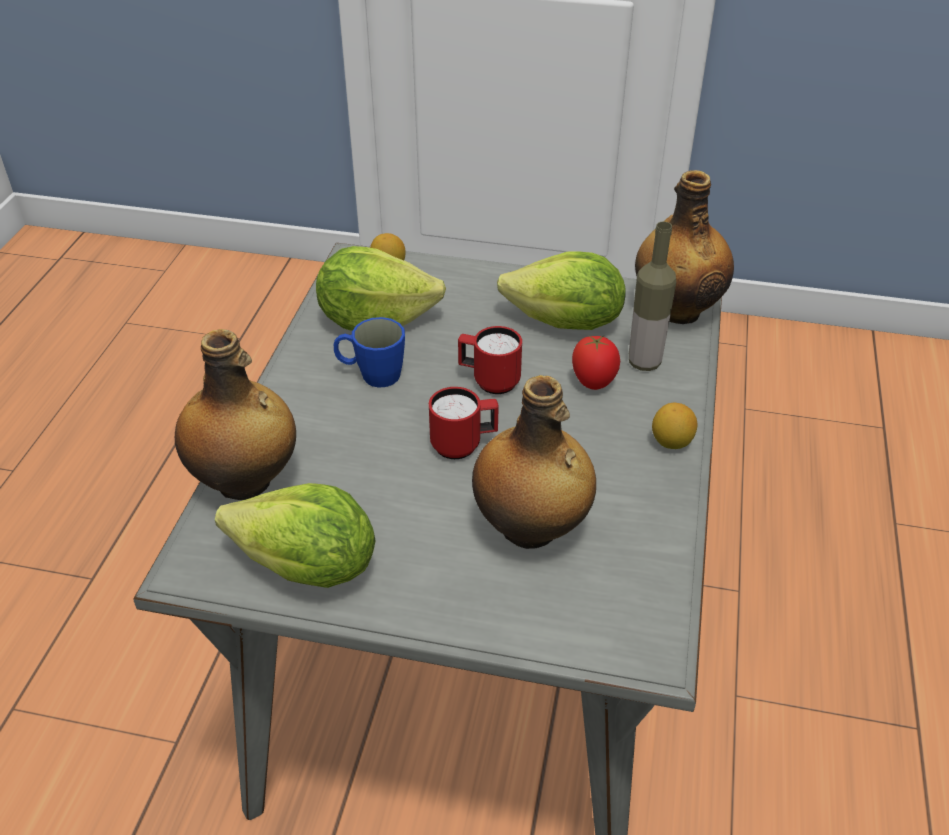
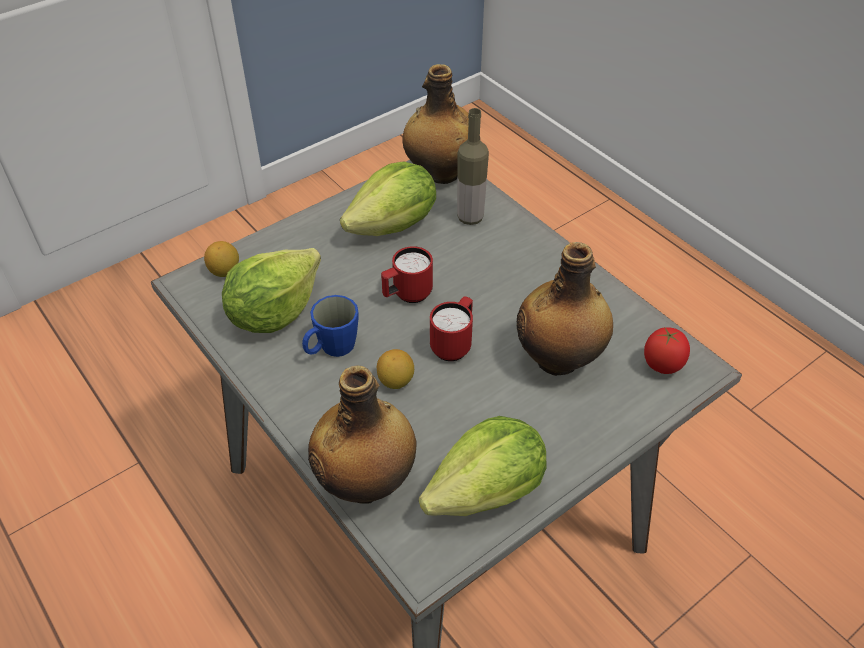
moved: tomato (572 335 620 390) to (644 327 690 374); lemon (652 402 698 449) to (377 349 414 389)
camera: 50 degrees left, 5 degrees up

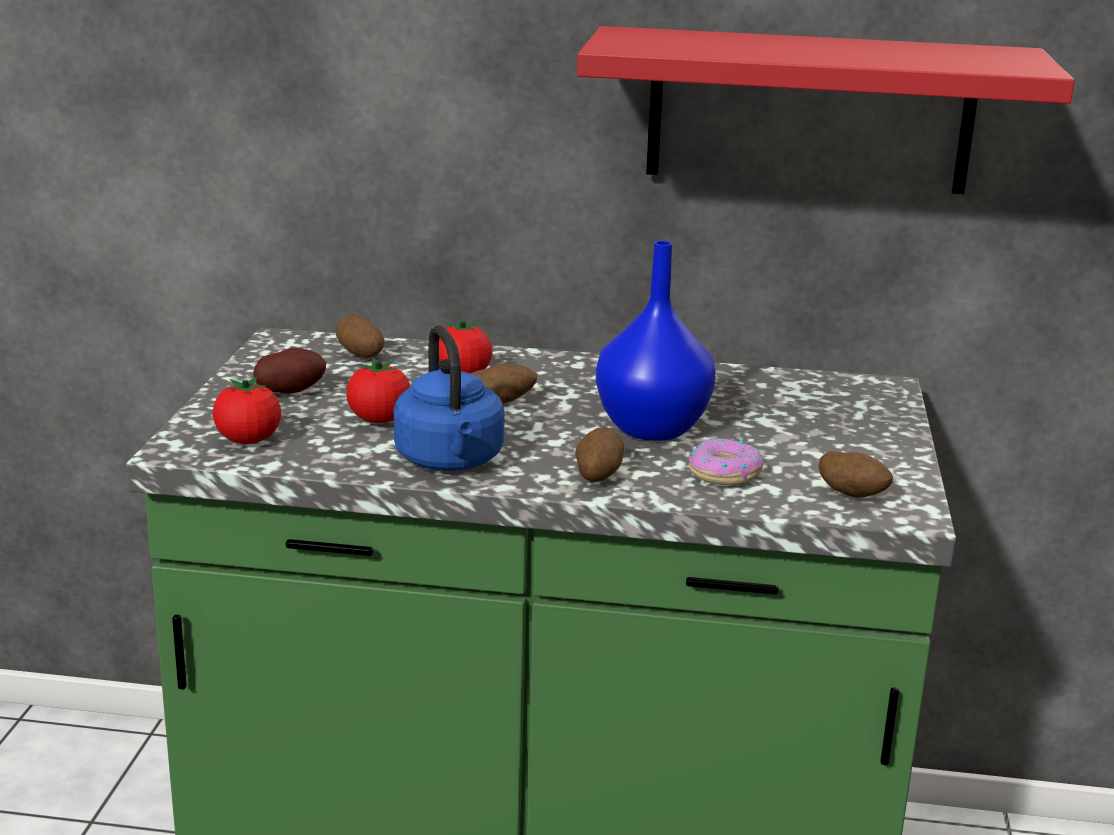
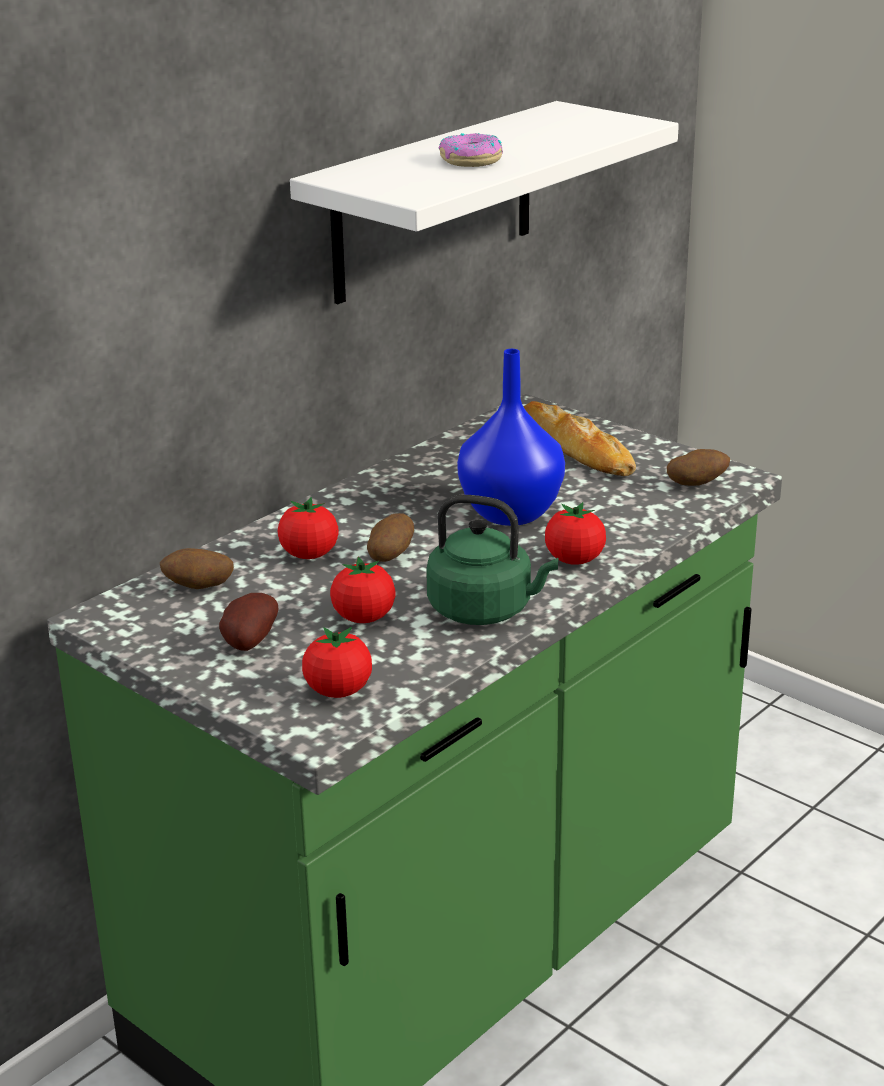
added: bread (524 401 636 476)
moved: donut (689 438 764 486) to (439 133 503 167)
replaced: potato (575 427 624 482) to tomato (545 502 606 565)
recoloured: shelf/red (577 26 1075 194) to shelf/white (290 101 679 304); kettle/blue (394 325 505 471) to kettle/green (426 495 558 625)
camera: 55 degrees left, 5 degrees up

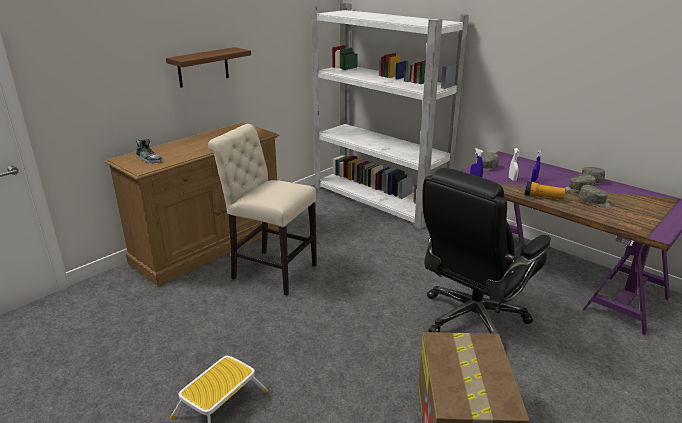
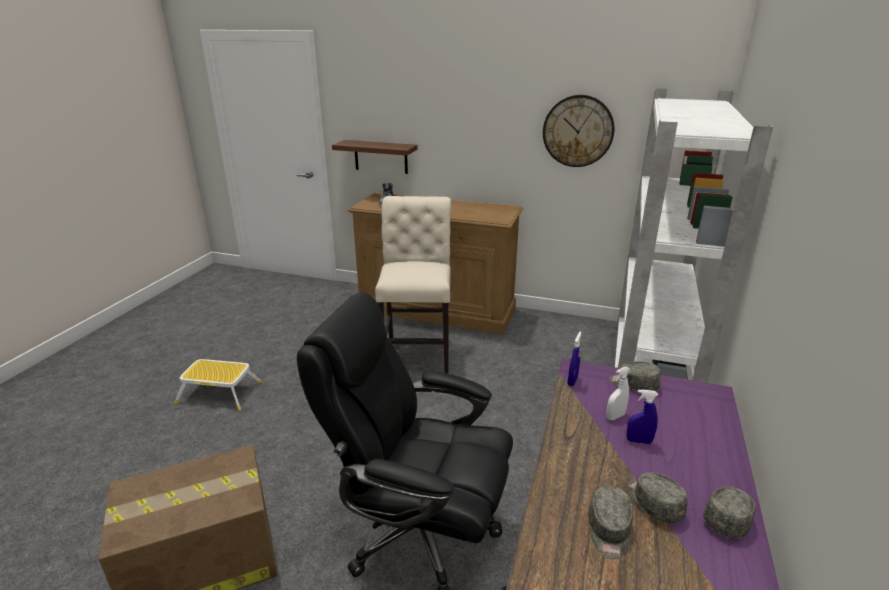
removed: flashlight (525 181 565 199)
added: wall clock (543 95 614 167)
moved: shelf/brown (166 47 251 88) to (332 140 417 174)
camera: 65 degrees right, 0 degrees up

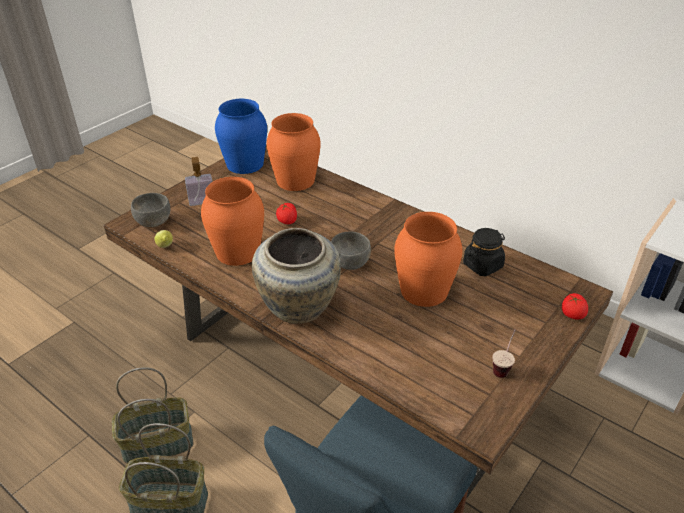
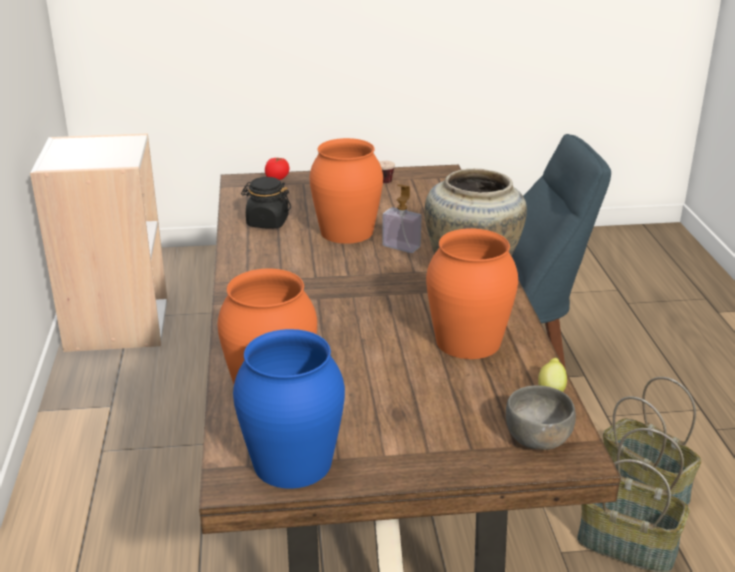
removed: tomato (276 203 297 224); bowl/grey (331 232 371 270)
moved: soap dispenser (185 157 212 206) to (382 184 422 253)
camera: 135 degrees left, 10 degrees down

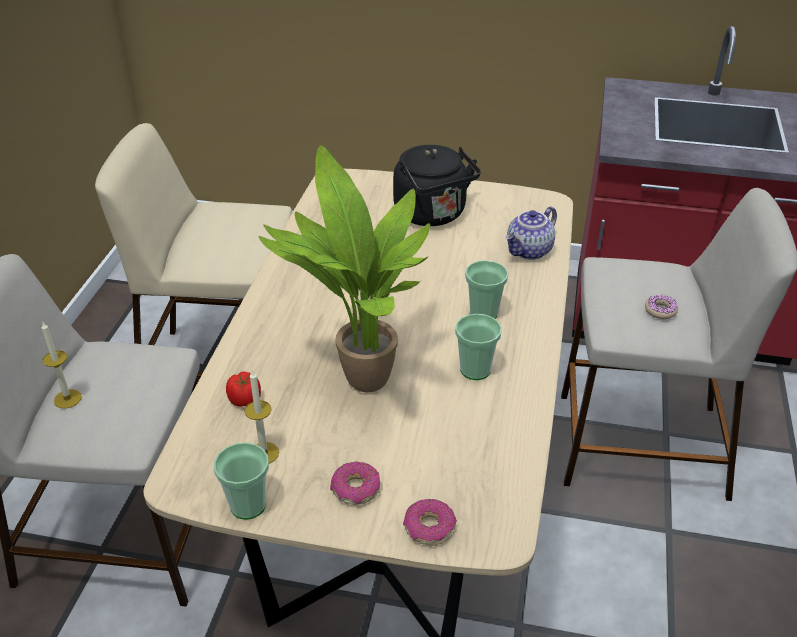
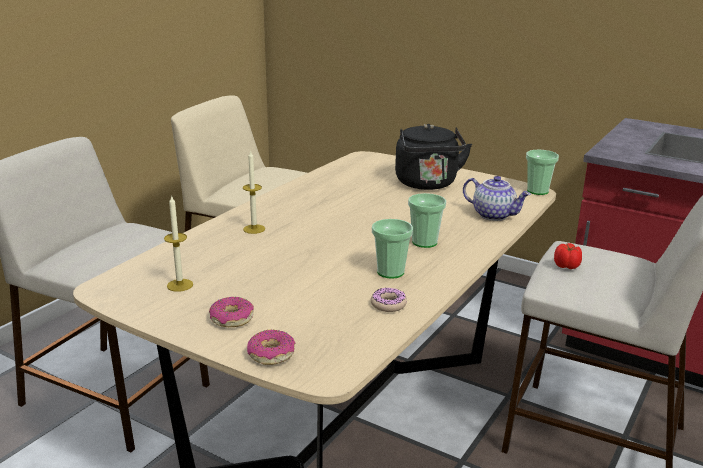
removed: potted plant (259 145 430 393)
moved: donut (645 295 678 319) to (371 288 407 312); candle (41 322 82 408) to (243 150 265 234); tomato (226 371 261 407) to (554 243 582 269); cup (214 442 269 520) to (526 150 559 195)
turned: teapot (506 206 557 260) = (463 176 531 221) 120 degrees counterclockwise
camera: 20 degrees right, 15 degrees down

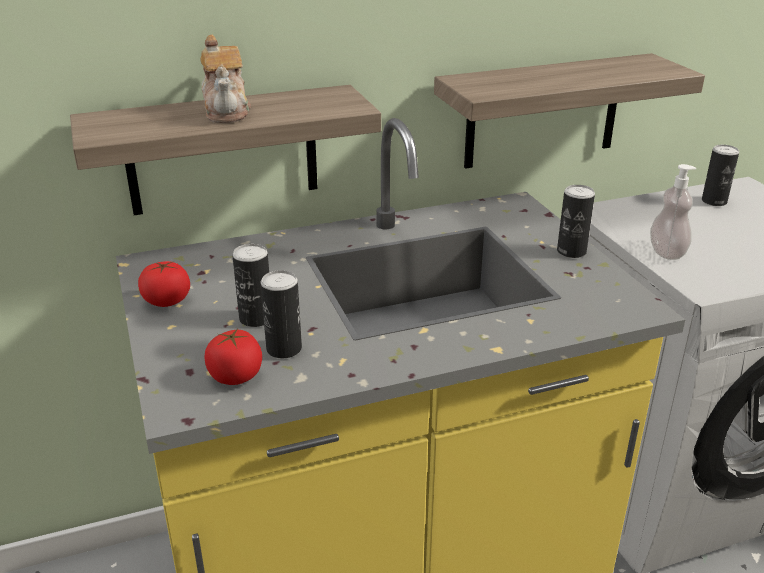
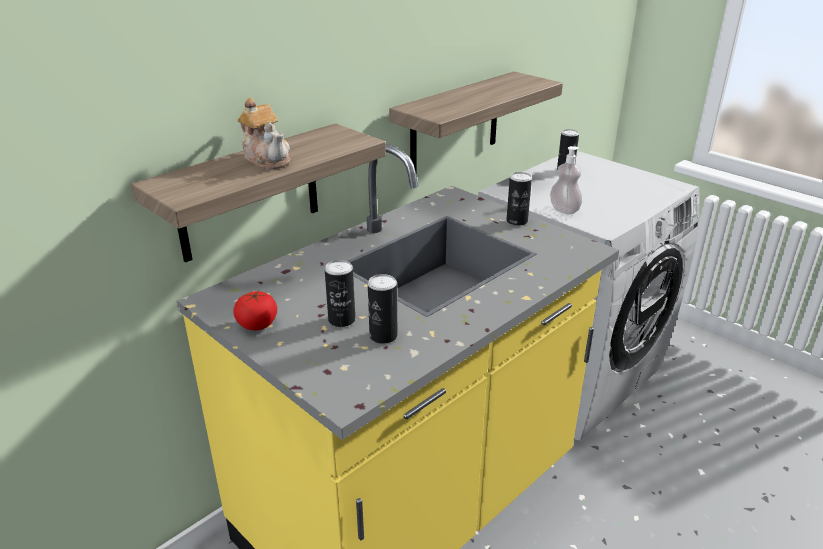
removed: tomato (204 329 262 385)
camera: 25 degrees left, 0 degrees up

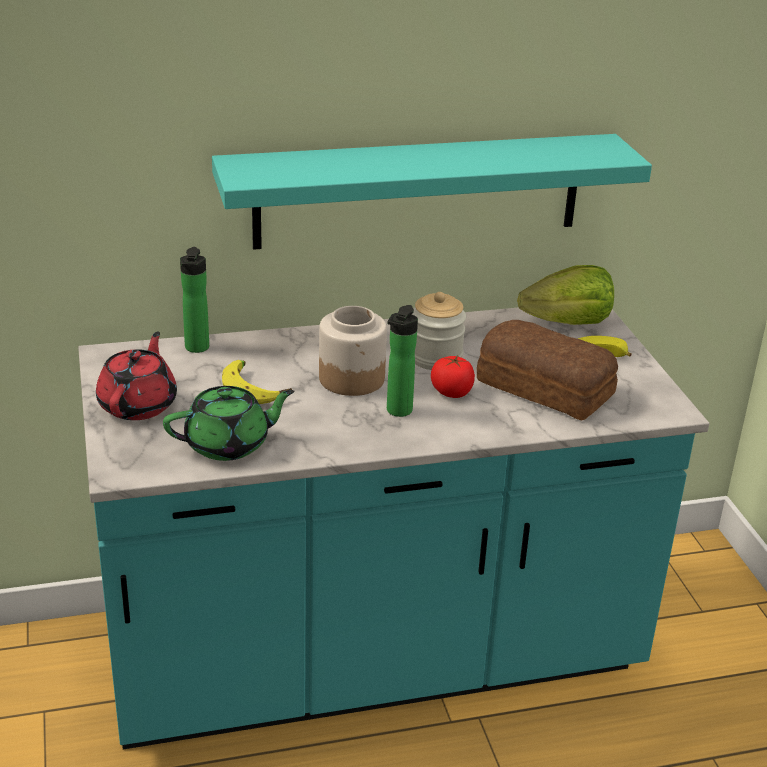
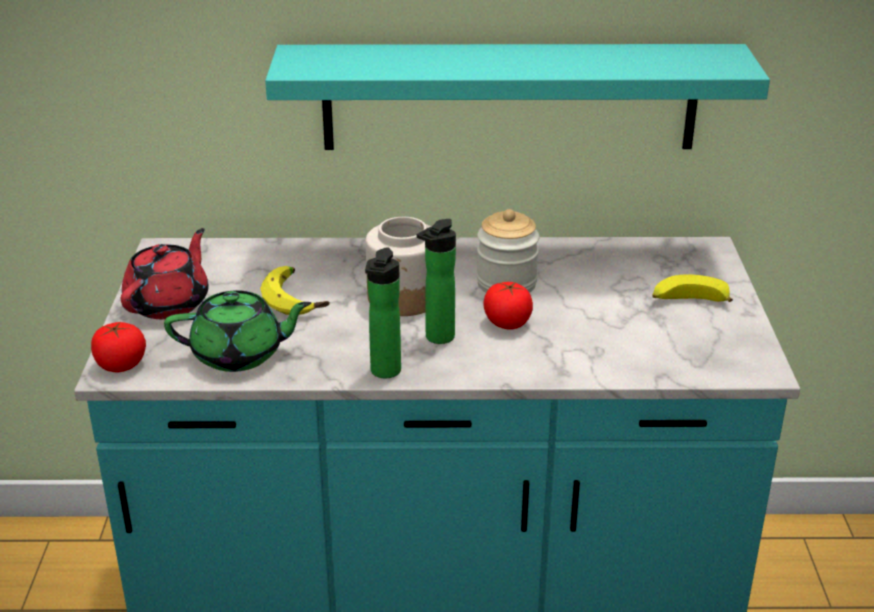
removed: lettuce (517 265 614 325); bread (477 320 618 420)
added: tomato (91 322 146 373)
moved: bottle (180 247 209 353) to (365 247 401 378)
camera: 15 degrees right, 0 degrees up

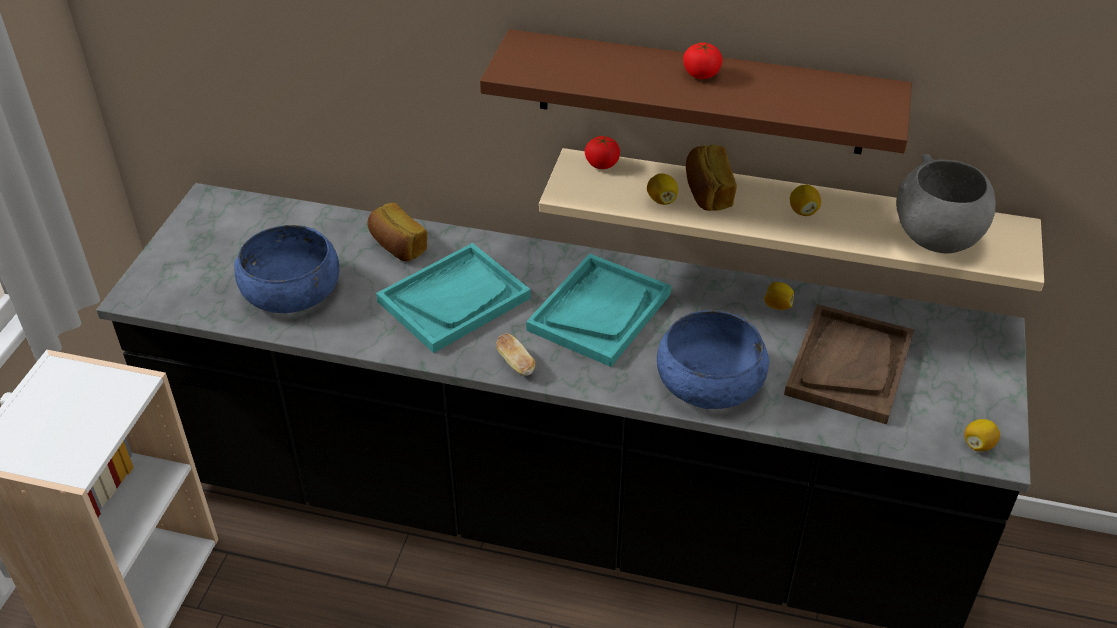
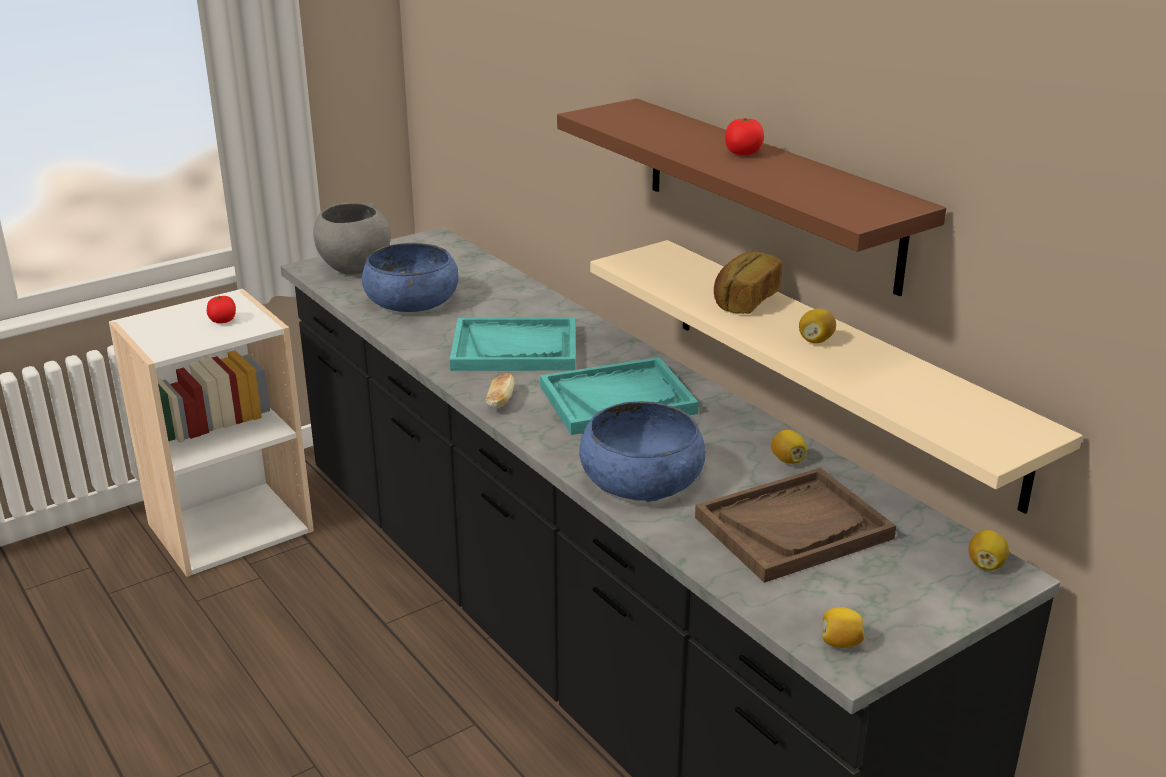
removed: bread (367 203 427 261)
moved: tomato (585 136 620 169) to (207 296 236 323); bowl/grey (896 154 996 253) to (313 203 391 275); lemon (647 173 678 205) to (968 530 1009 571)
camera: 40 degrees right, 15 degrees down

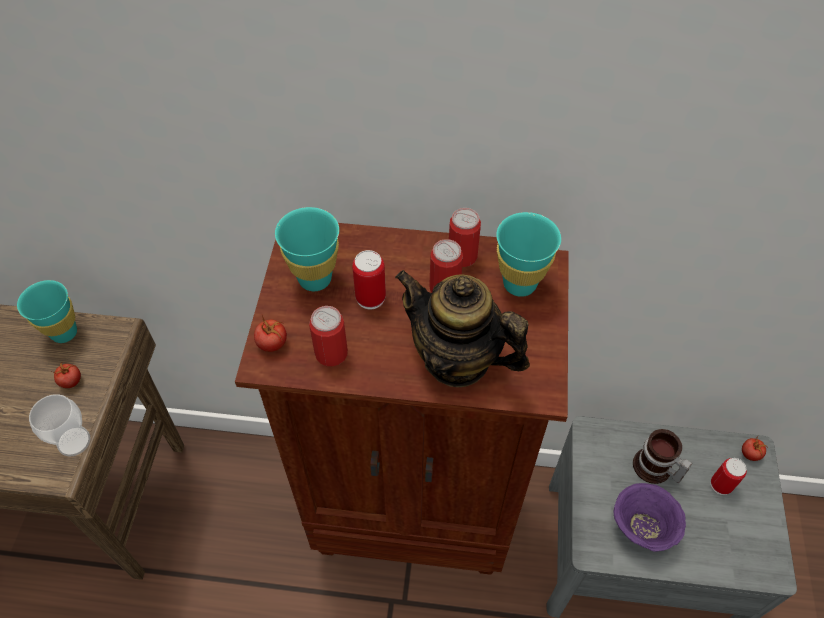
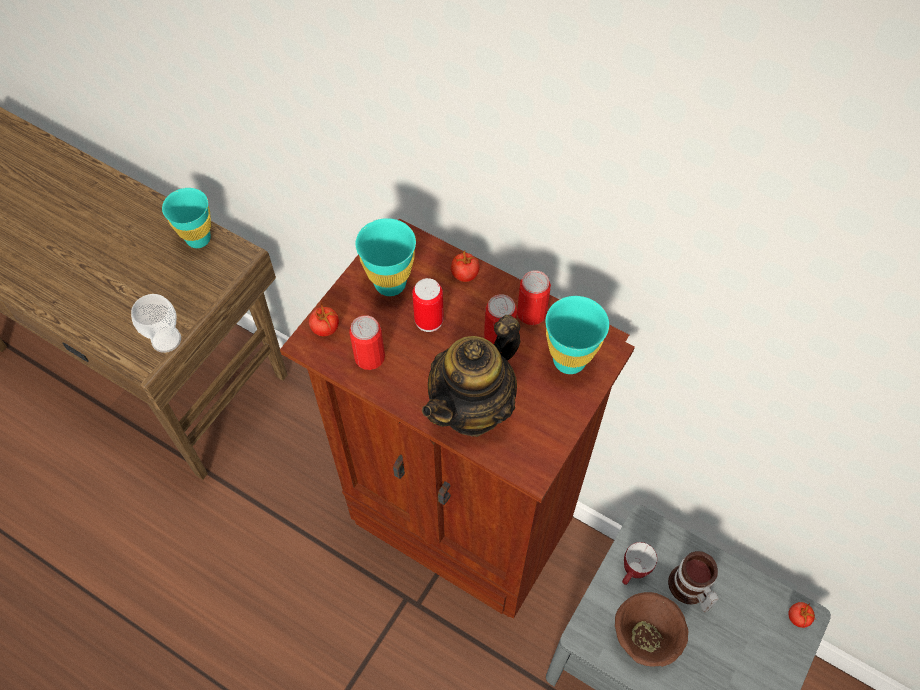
removed: can (711 458 747 495)
added: mug (622 542 657 585)
moved: tomato (52 362 81 388) to (451 250 480 282)
recoloured: bowl/purple (613 483 686 552) to bowl/brown (615 592 688 667)
turned: teapot (395 270 530 387) = (422 315 521 437) 105 degrees counterclockwise
camera: 25 degrees right, 5 degrees up

